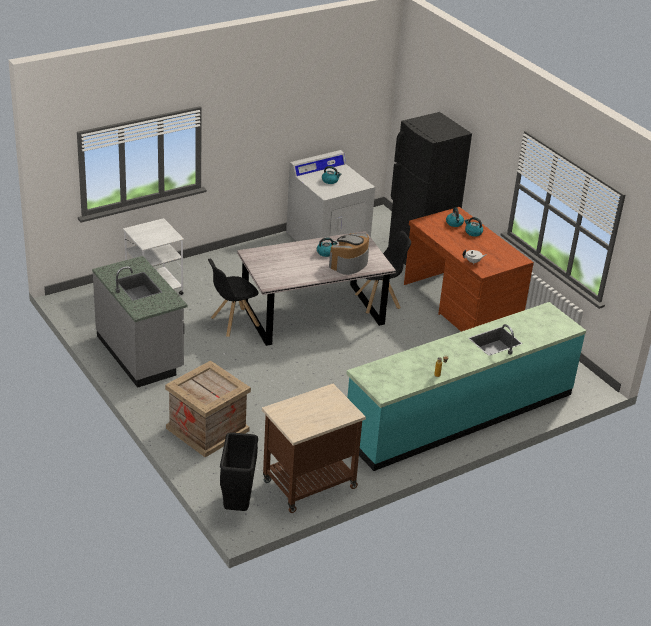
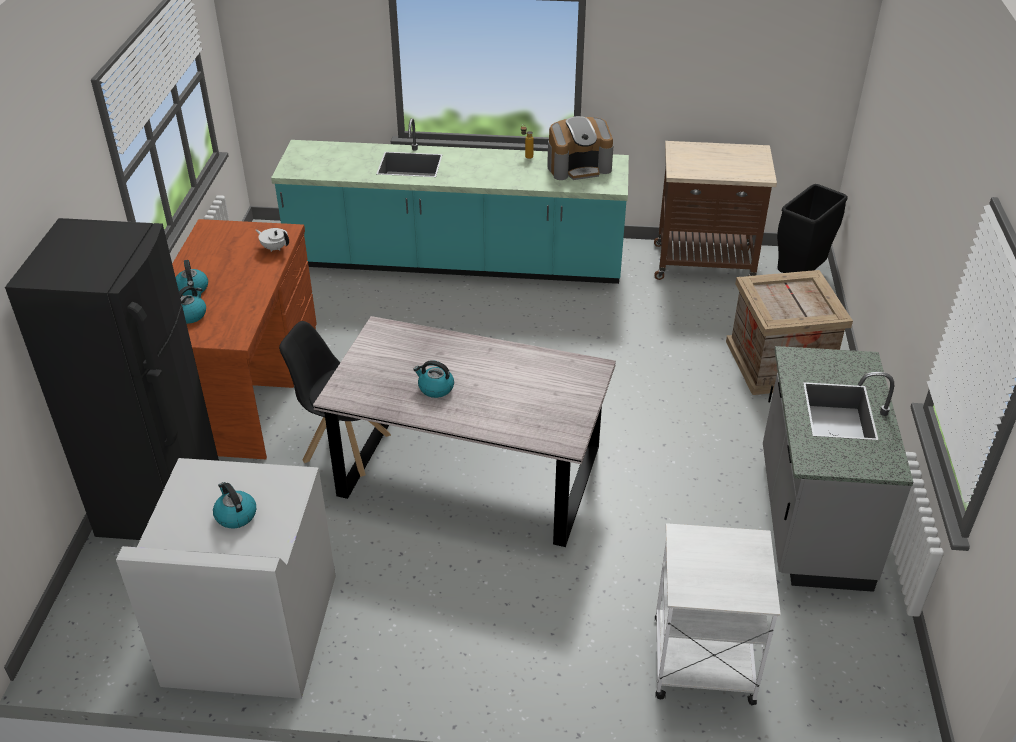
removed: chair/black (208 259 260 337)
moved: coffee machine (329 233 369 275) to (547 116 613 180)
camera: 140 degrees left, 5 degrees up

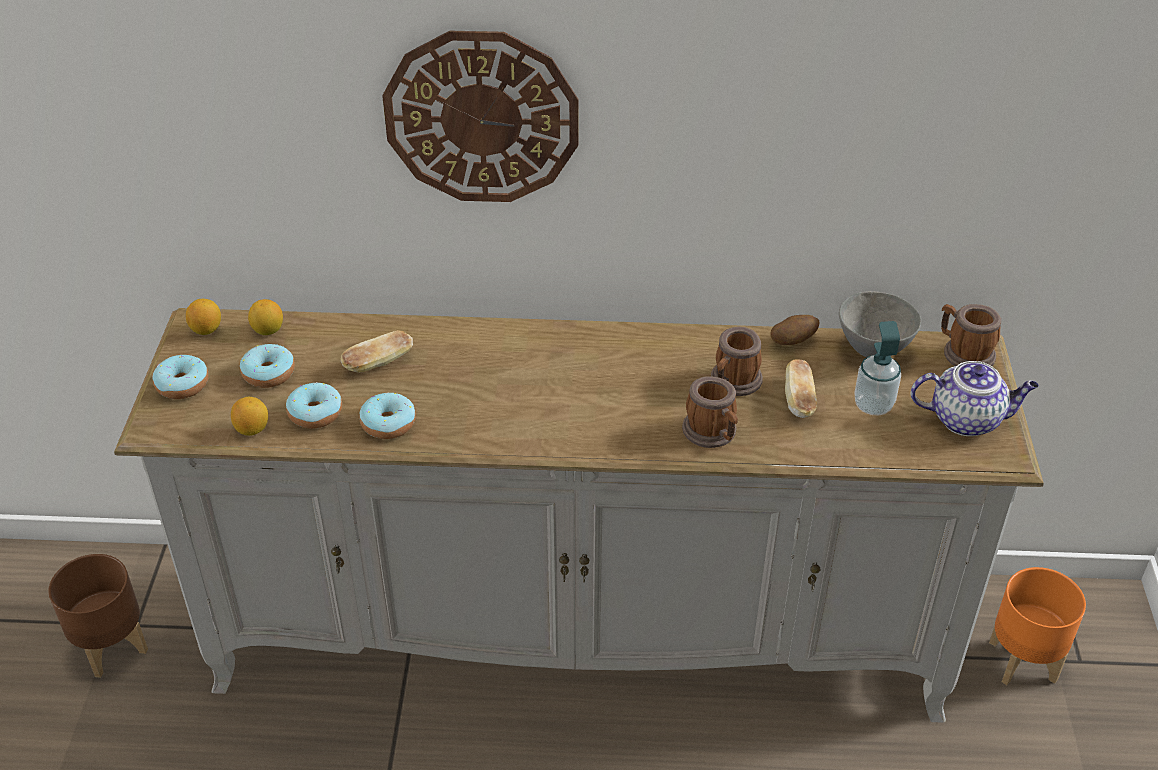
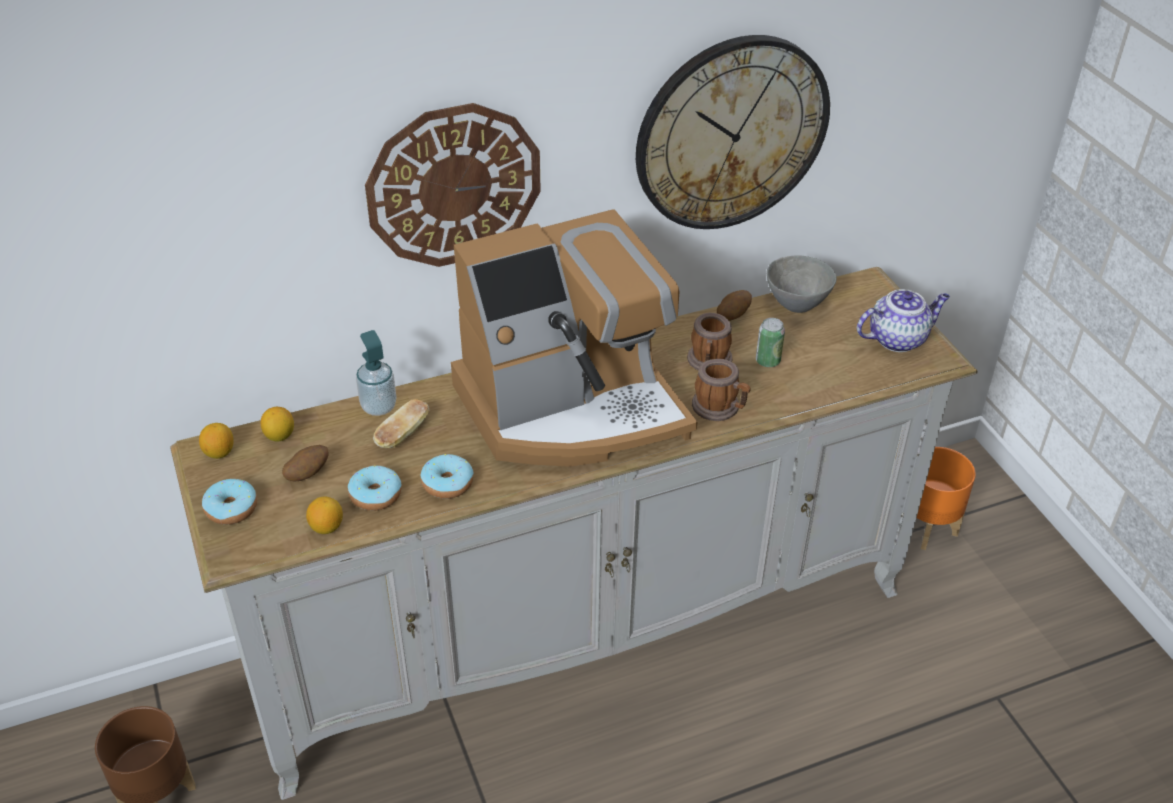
removed: mug (941 304 1001 366)
added: wall clock (636 35 830 229); coffee machine (451 209 697 467)
moved: soap dispenser (854 321 901 416) to (356 330 397 416)
replaced: donut (240 344 295 388) to potato (282 445 328 481); bread (785 359 817 418) to can (756 318 785 367)
camera: 25 degrees left, 0 degrees up

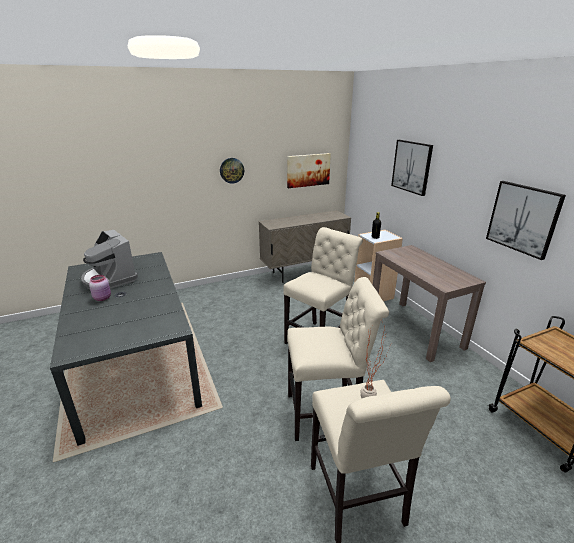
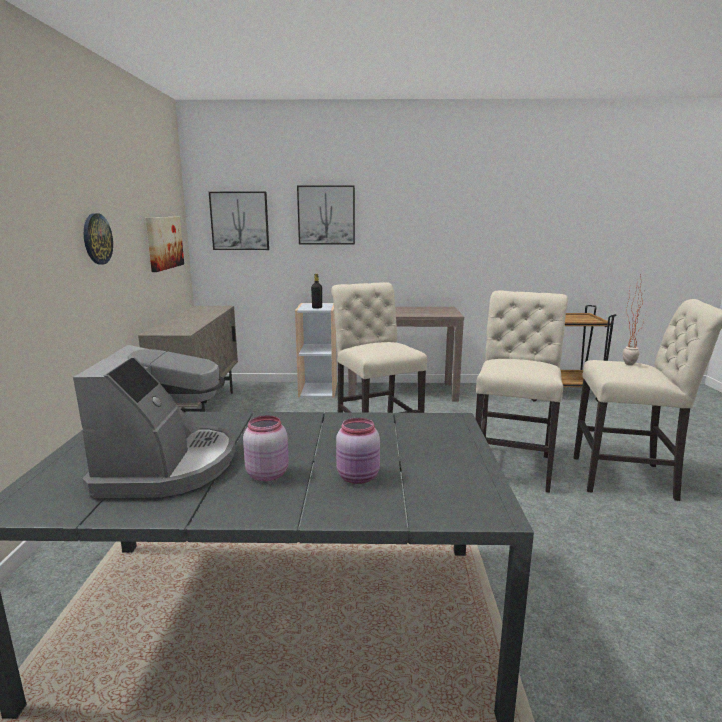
added: jar/pink (336 418 380 484)
moved: picture (486 181 566 260) to (209 192 269 250)
turned: coffee machine (81 230 138 290) = (73 345 235 498) 75 degrees counterclockwise
camera: 65 degrees left, 10 degrees down

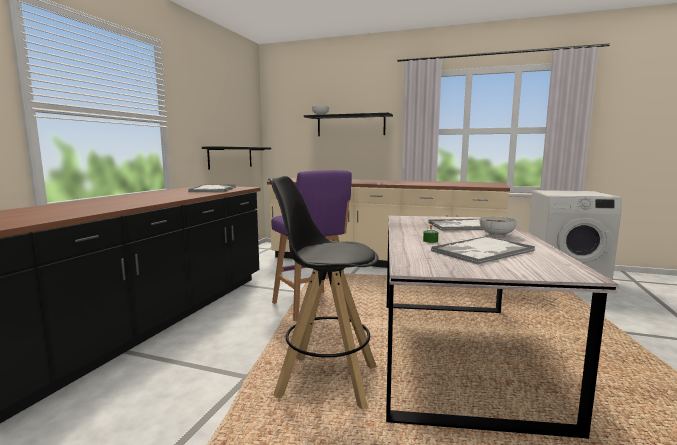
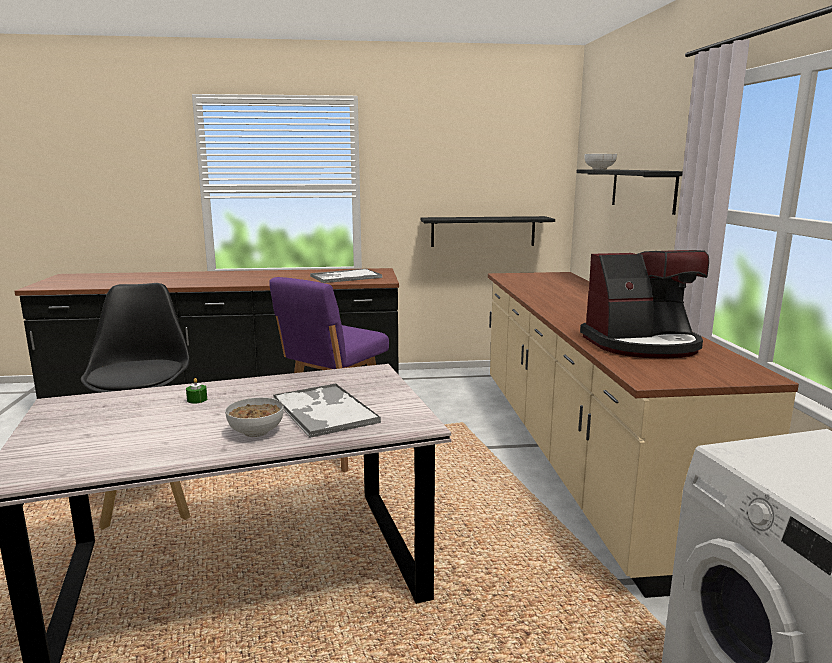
removed: tray (431 236 535 265)
added: coffee machine (580 250 709 359)
camera: 65 degrees right, 5 degrees up

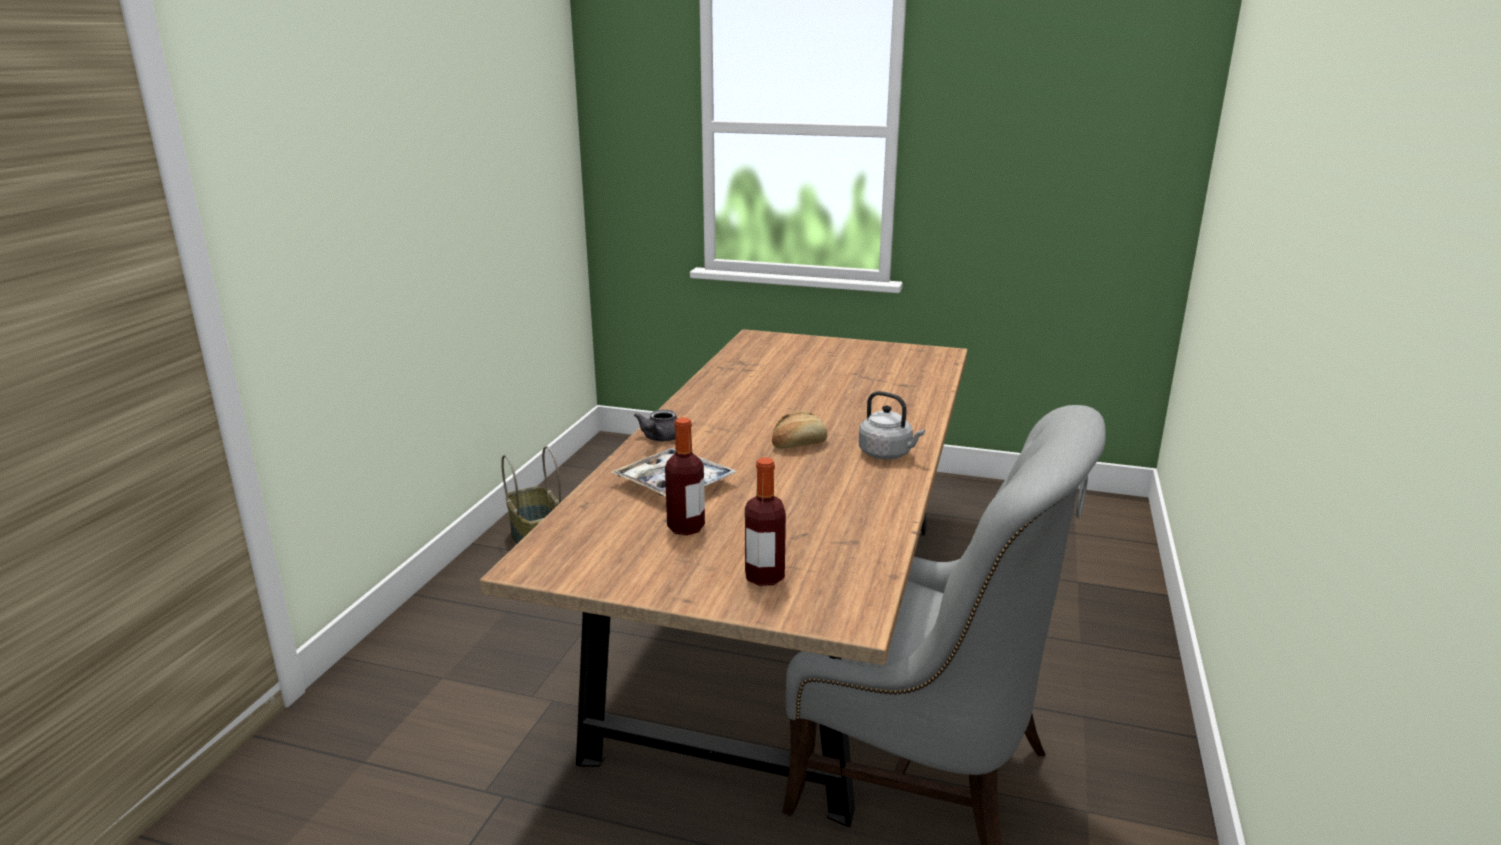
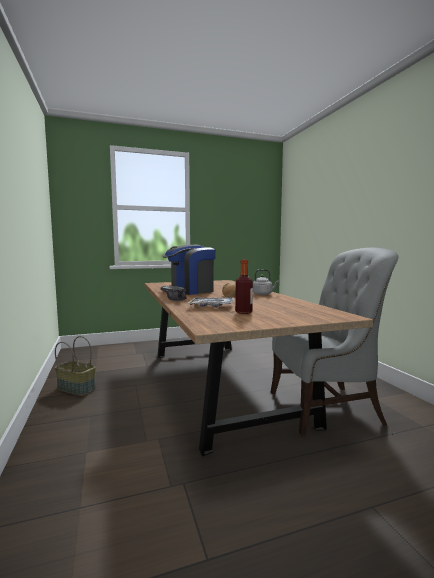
removed: bottle (745 457 786 586)
added: coffee machine (161 245 216 295)
camera: 35 degrees left, 15 degrees down

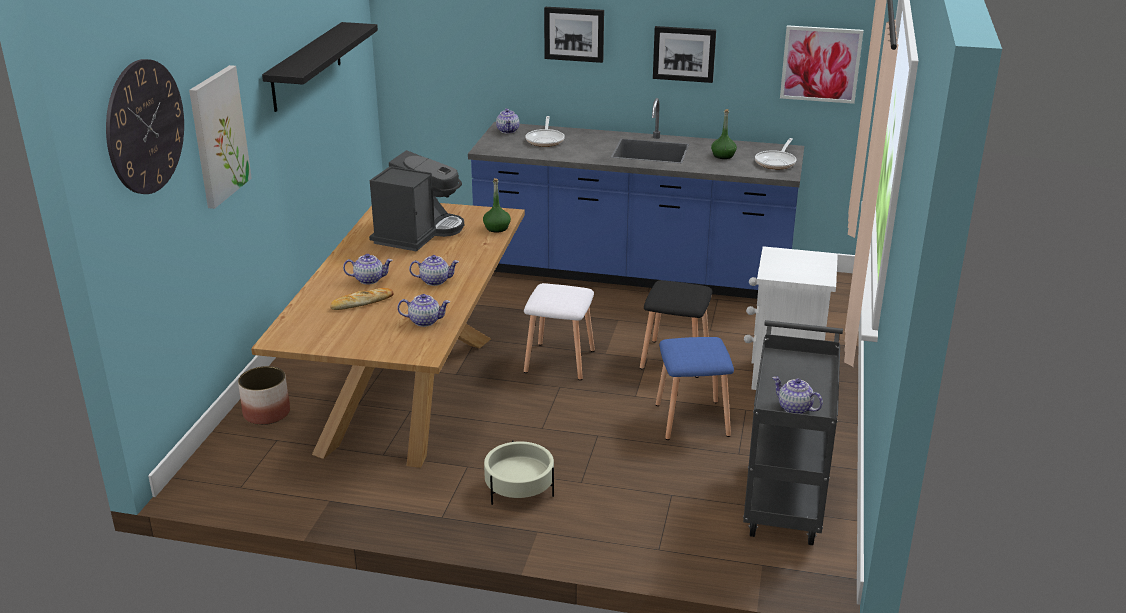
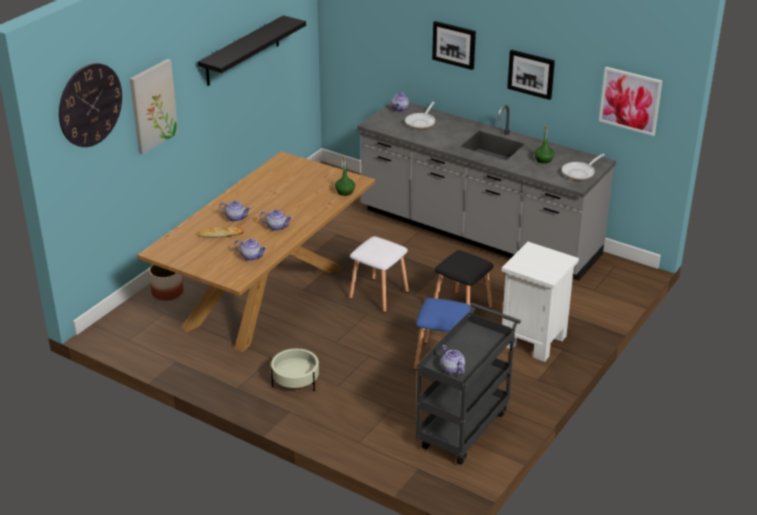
removed: coffee machine (369 150 464 252)
recoloured: counter/blue (468 98 804 299) to counter/grey (357 102 616 281)
camera: 20 degrees right, 5 degrees up

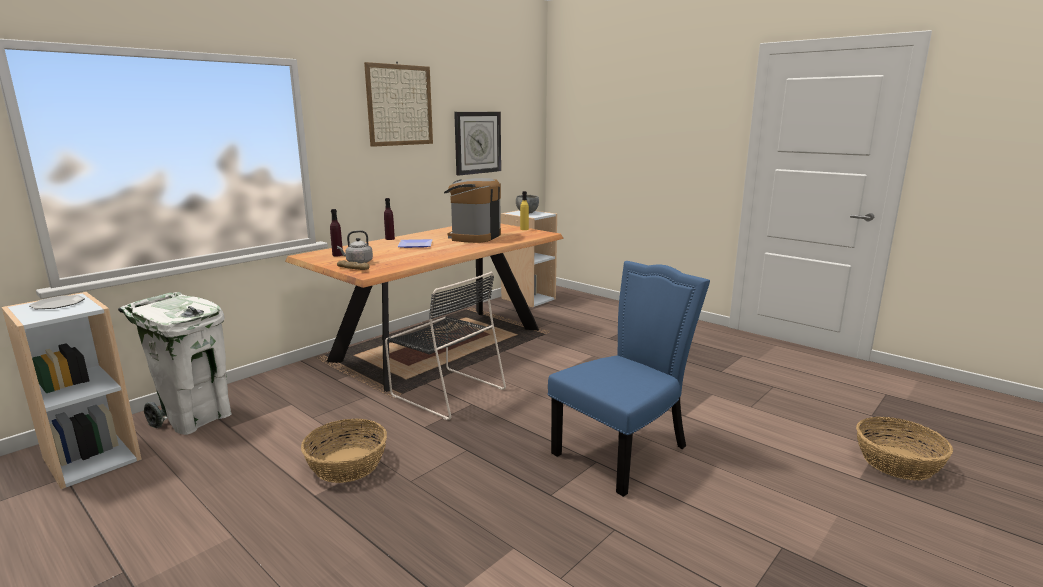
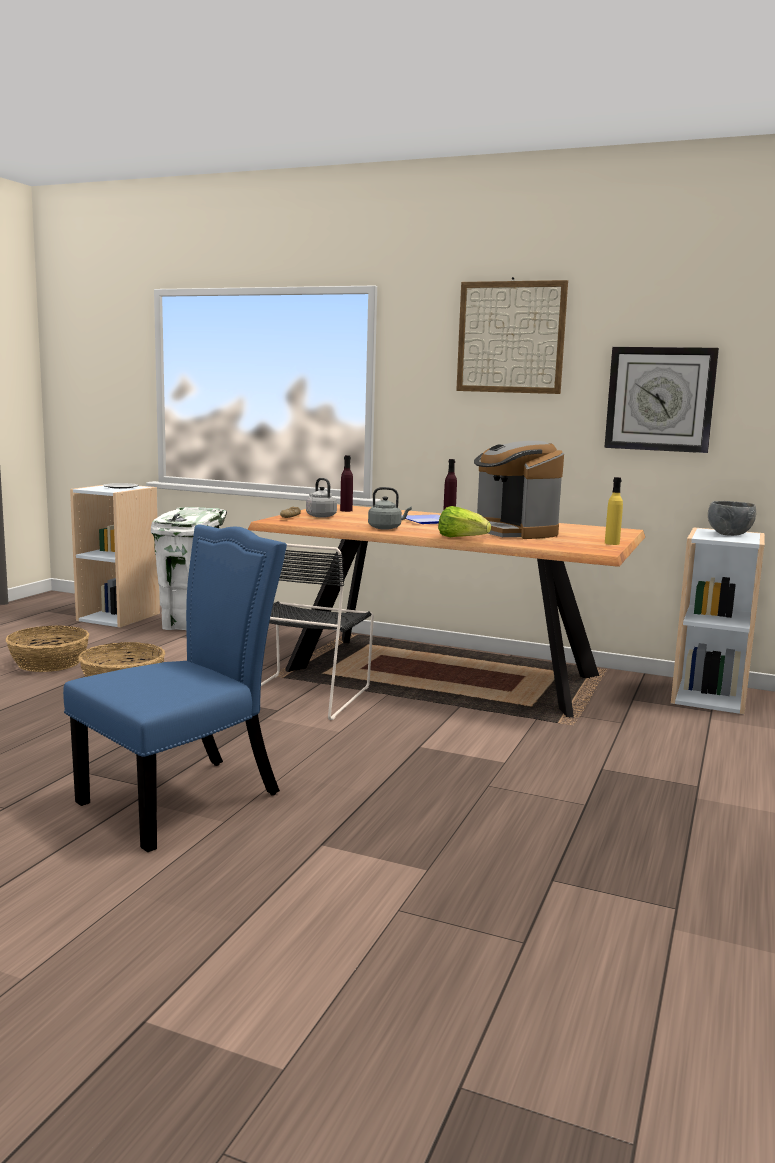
added: kettle/grey (368 487 412 530); lettuce (438 506 491 537)
moved: basket (856 417 953 481) to (6 625 90 672)
turned: coffee machine (444 178 501 243) = (474 441 564 539) 120 degrees counterclockwise; chair/blue (548 261 710 497) = (63 524 287 852) 75 degrees counterclockwise
camera: 70 degrees right, 5 degrees down

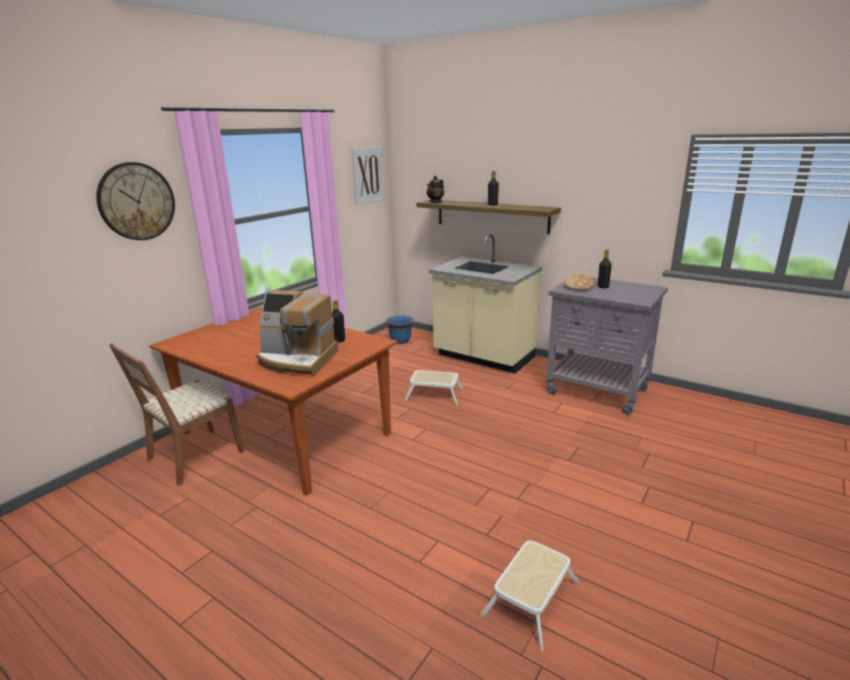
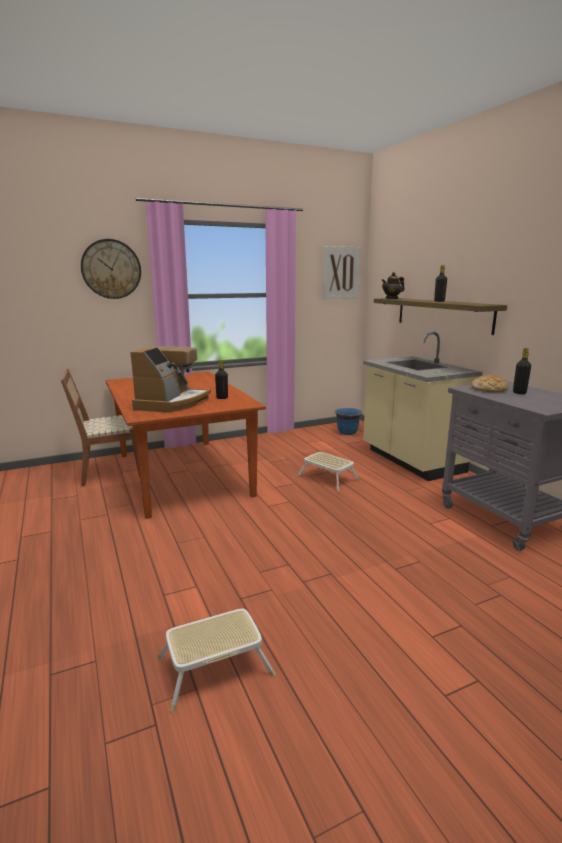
turned: coffee machine (256 290 338 377) = (130 346 211 413) 120 degrees counterclockwise
camera: 30 degrees right, 5 degrees down

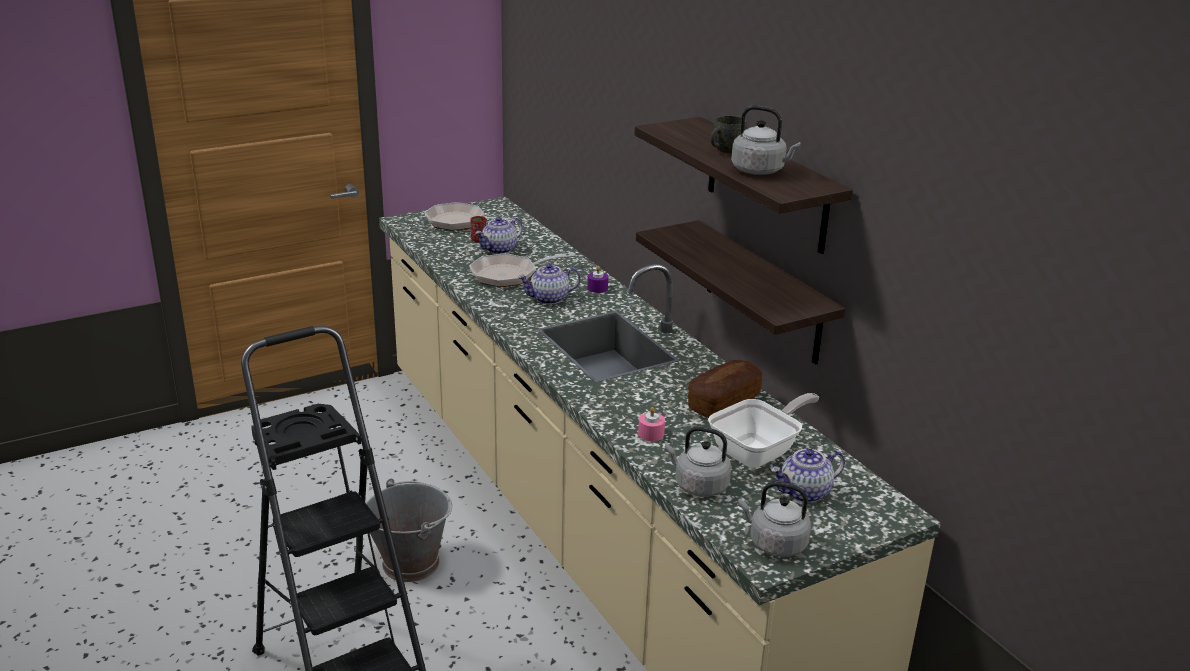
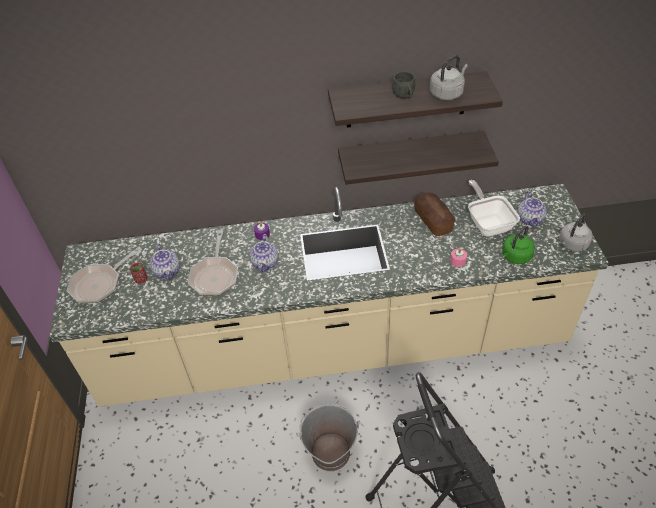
recoloured: kettle/grey (665 426 731 497) to kettle/green (502 226 535 264)
camera: 65 degrees left, 20 degrees up

